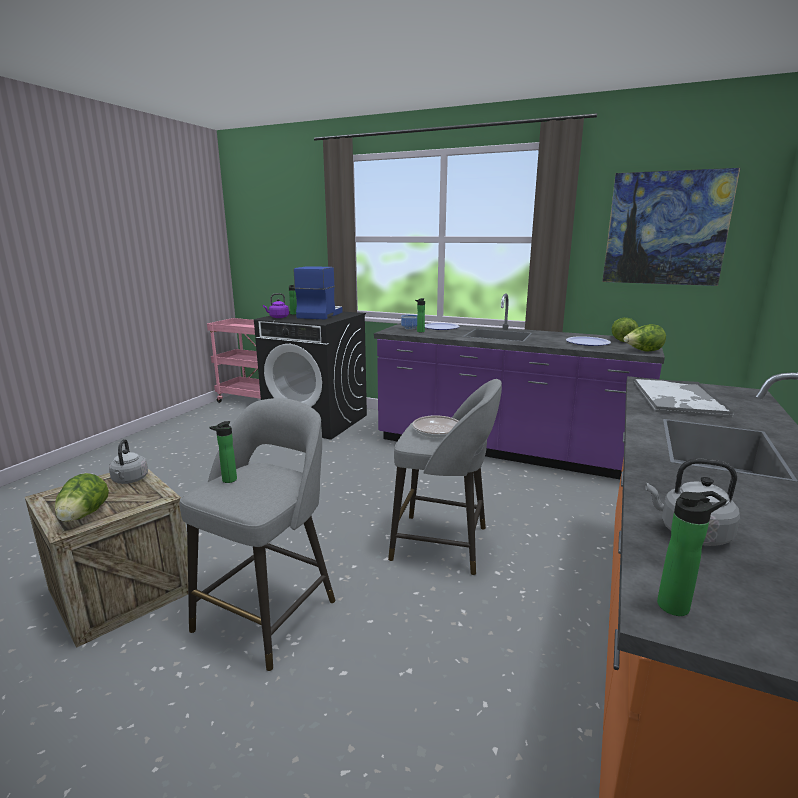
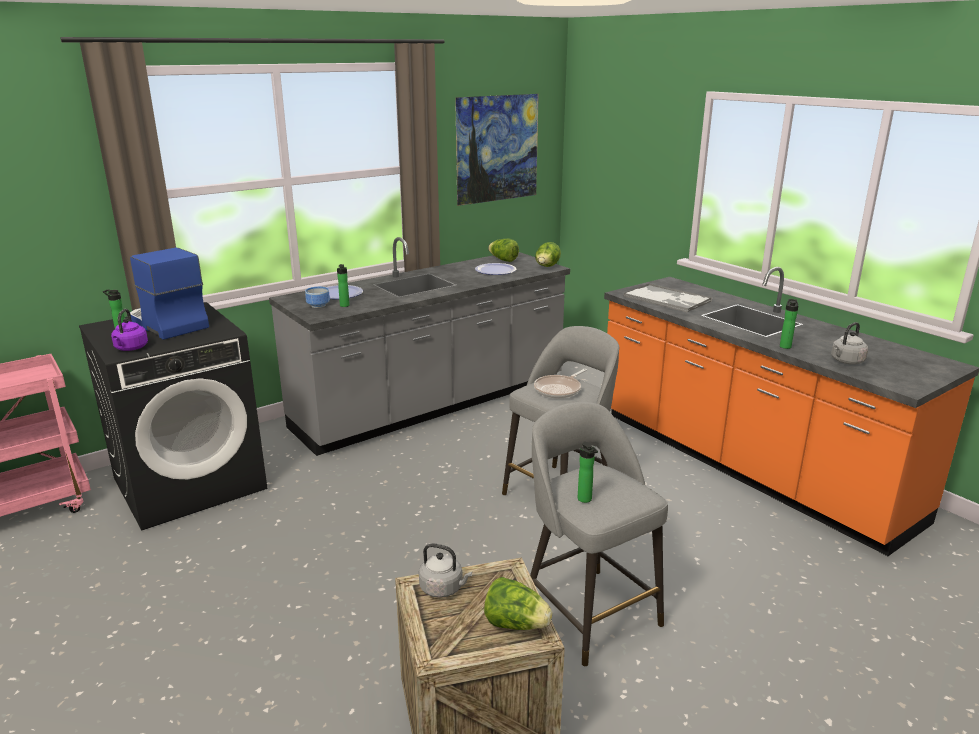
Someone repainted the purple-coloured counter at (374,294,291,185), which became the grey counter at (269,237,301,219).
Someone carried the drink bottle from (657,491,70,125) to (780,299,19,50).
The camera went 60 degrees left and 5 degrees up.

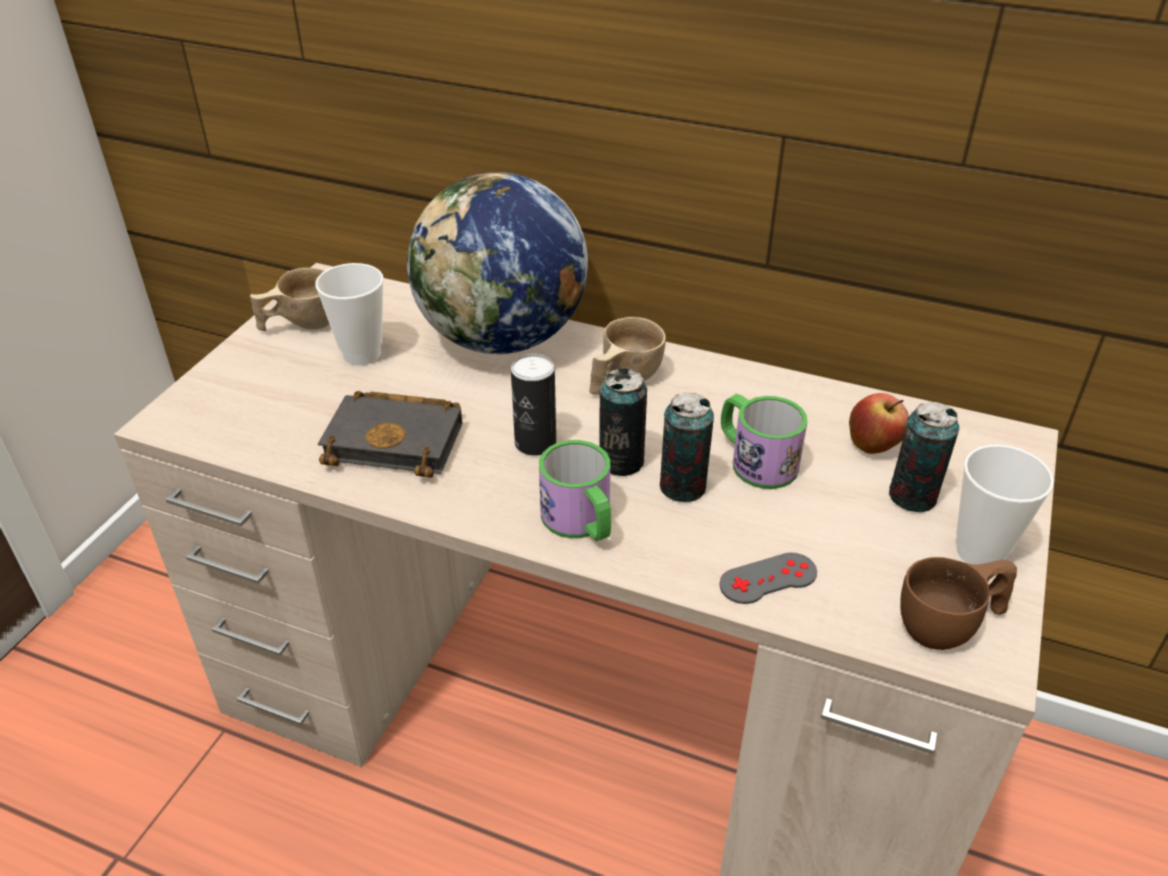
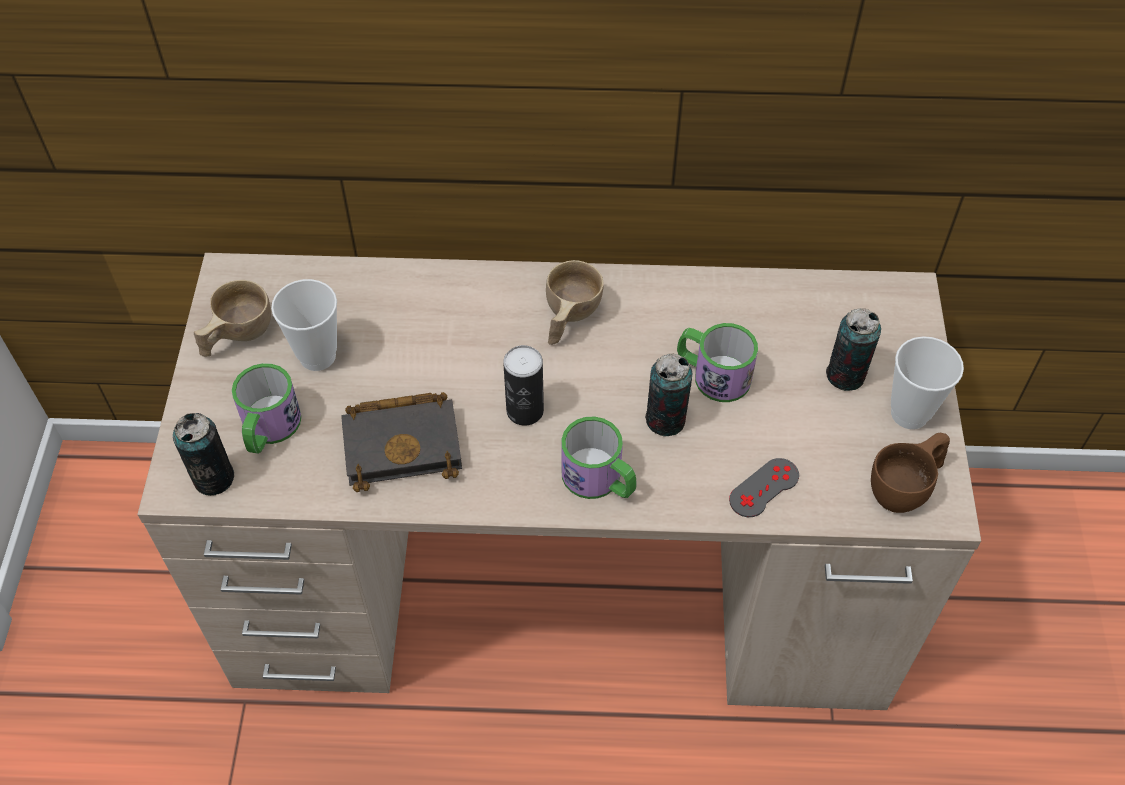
Someone took away the globe at (407,172,181,182).
Someone carried the can from (599,368,48,108) to (173,413,61,83).
Someone took away the apple fruit at (849,393,60,61).
Someone put down the coffee mug at (232,363,69,91).
The camera went 20 degrees left and 15 degrees up.

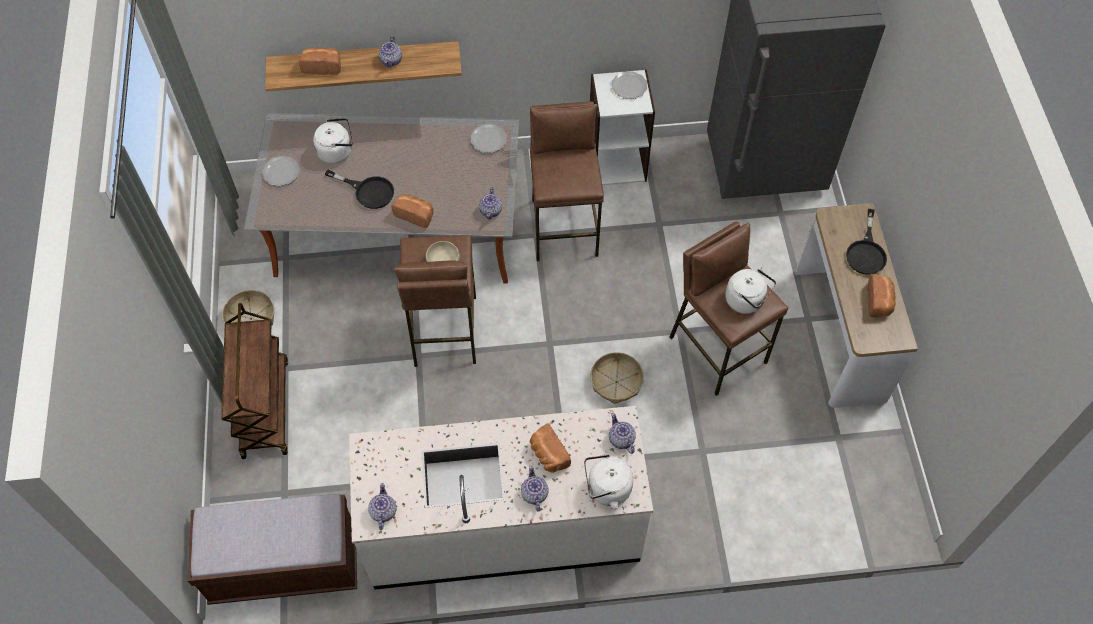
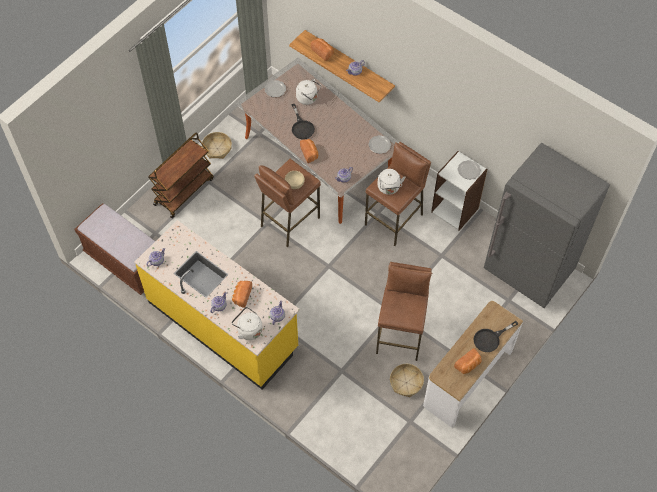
Someone carried the white-coloured water kettle from (725,267,51,47) to (377,169,29,26).
Someone carried the basket from (591,352,53,52) to (390,364,34,33).
Someone repainted the white-coloured counter at (349,406,304,184), which became the yellowish counter at (134,220,166,170).
The camera went 45 degrees right and 0 degrees up.

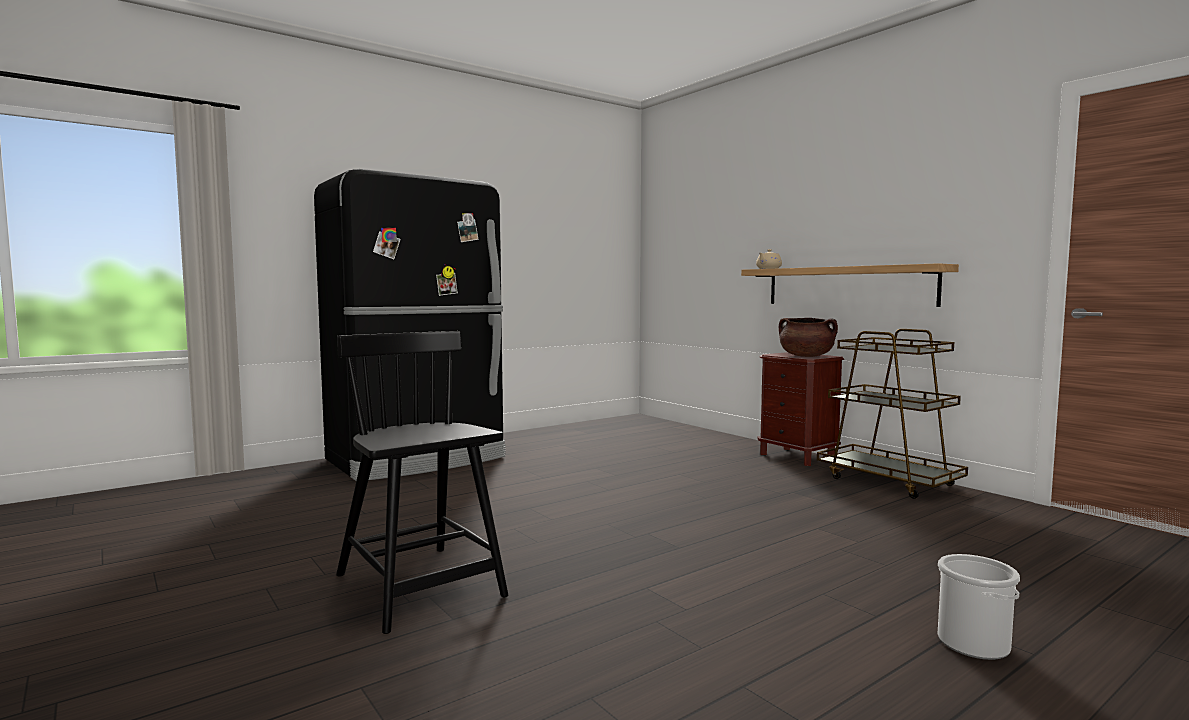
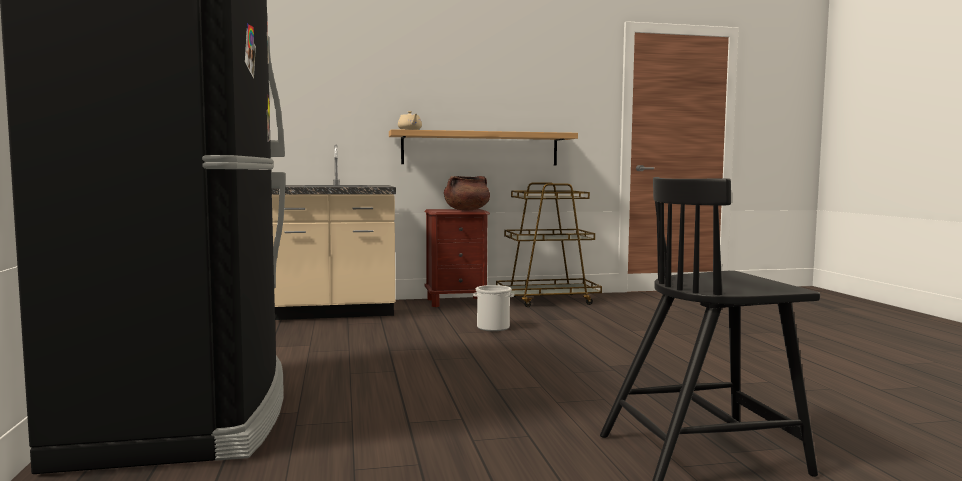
Someone carried the bucket from (938,554,82,106) to (473,285,41,46).
Someone put down the sand-coloured counter at (272,144,124,176).
The camera went 65 degrees left and 0 degrees up.

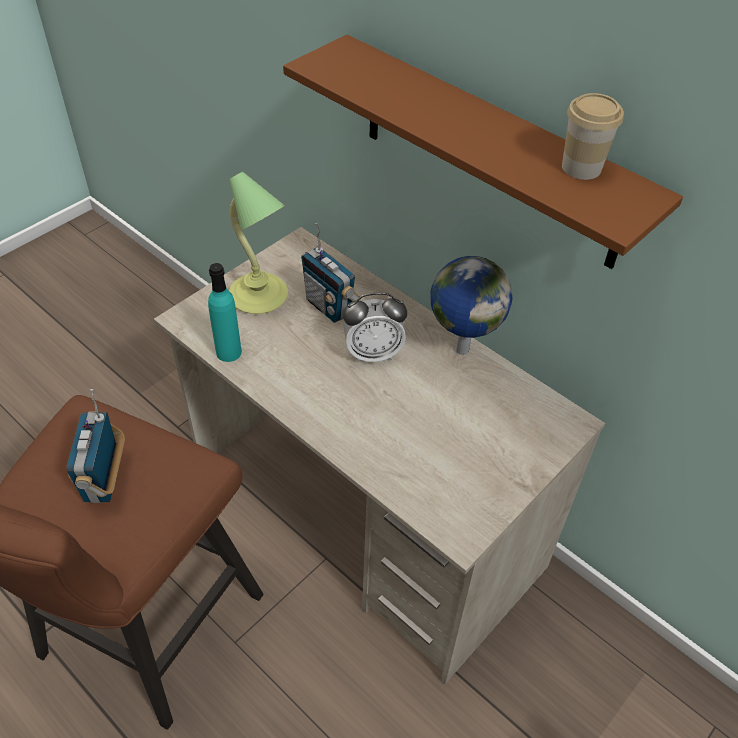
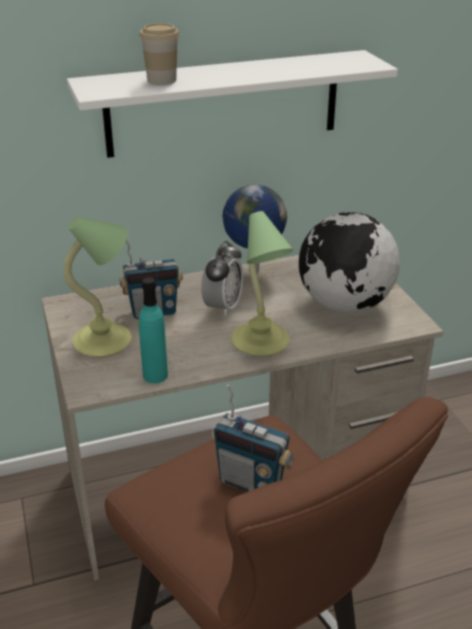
Someone repainted the brown wall shelf at (283,35,400,234), which became the white-coloured wall shelf at (67,50,331,108).
Someone carried the cup from (562,93,62,87) to (140,23,39,62).
Someone put down the lamp for a table at (231,211,62,145).
Someone put down the globe at (299,212,101,101).
The camera went 60 degrees left and 15 degrees down.

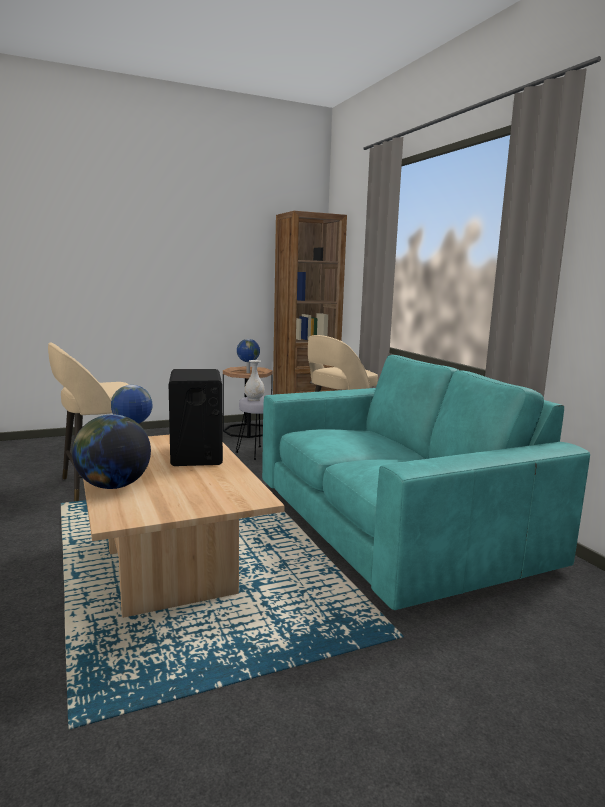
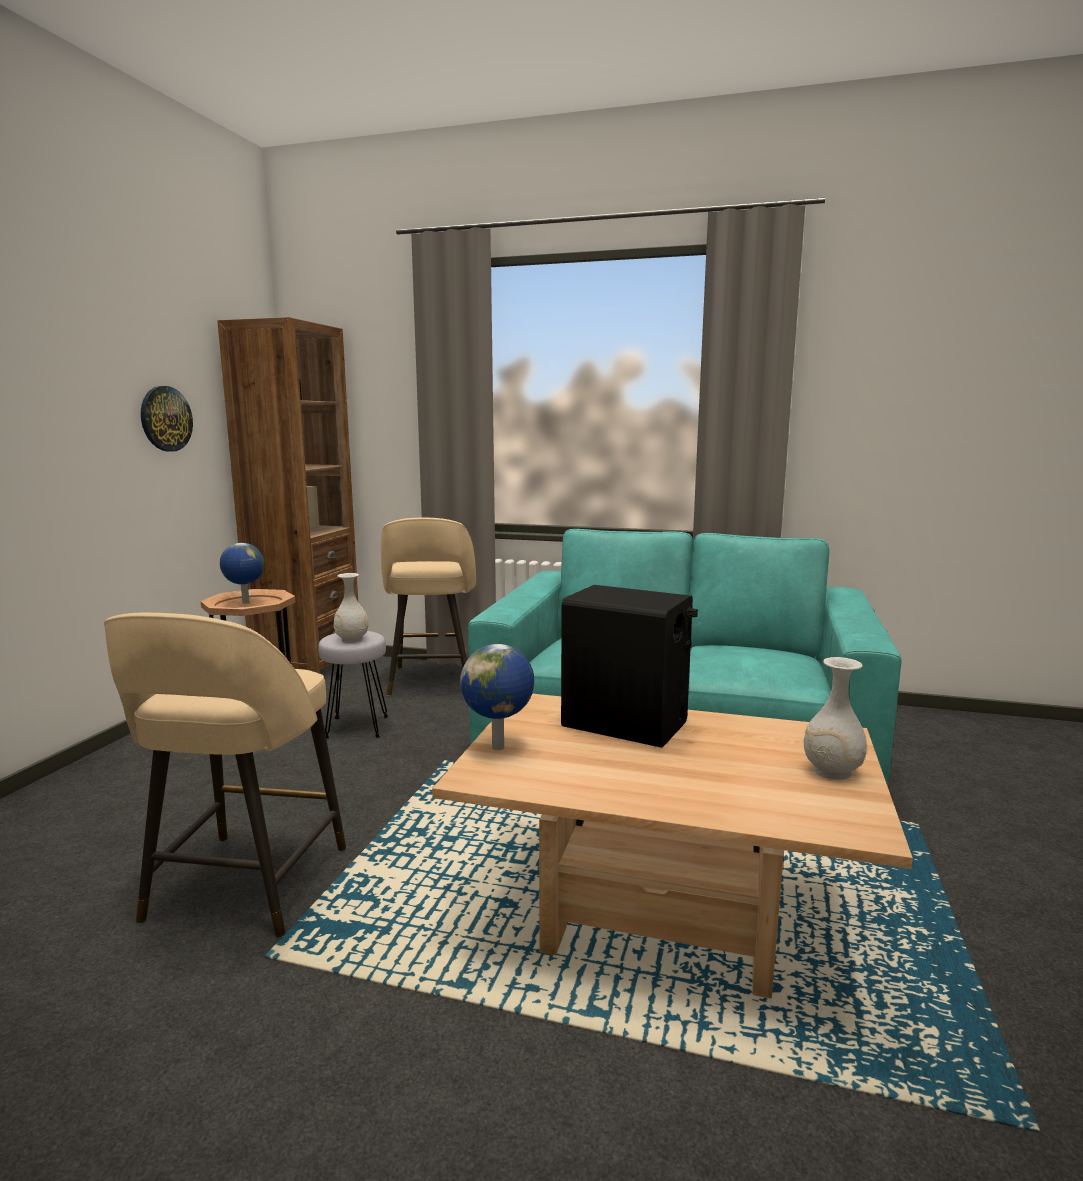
Someone took away the globe at (72,414,79,75).
Someone put up the clock on the wall at (141,386,52,66).
Someone put down the white-coloured decorative vase at (804,657,63,123).
The camera went 50 degrees left and 0 degrees up.

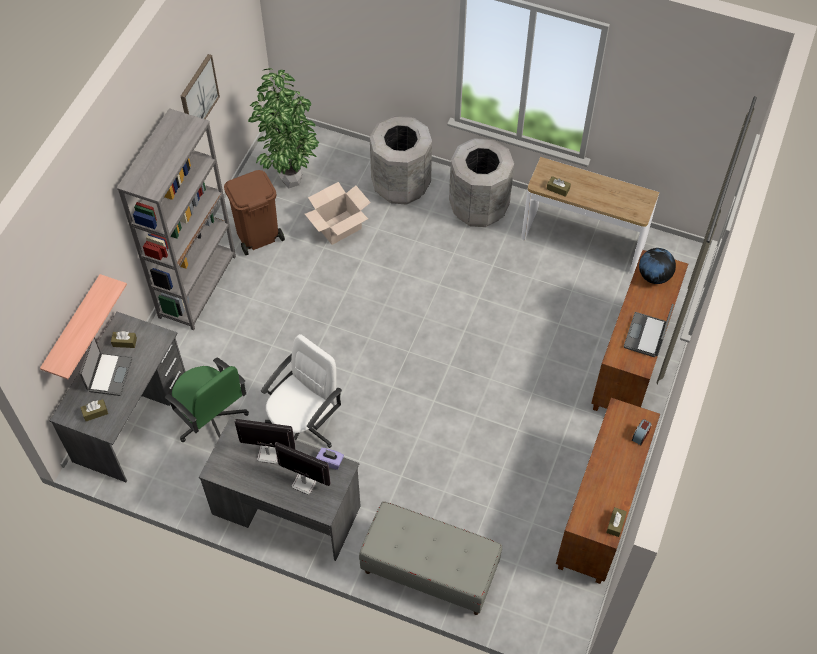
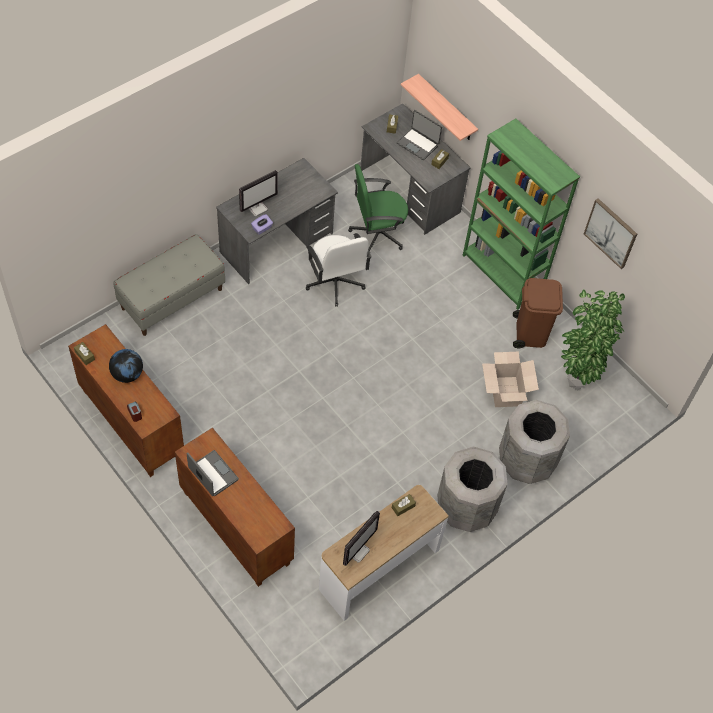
Someone repainted the grey bookcase at (117,108,119,222), which became the green bookcase at (463,119,117,191).
Someone carried the globe from (639,248,37,36) to (109,349,34,34).
Someone carried the computer screen from (235,419,61,45) to (343,511,37,55).
The camera went 115 degrees right and 0 degrees up.

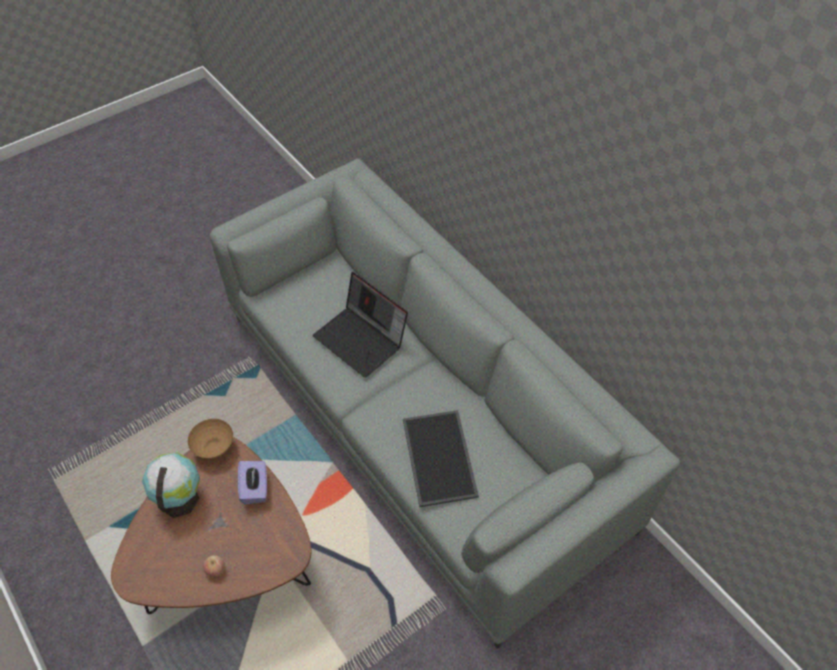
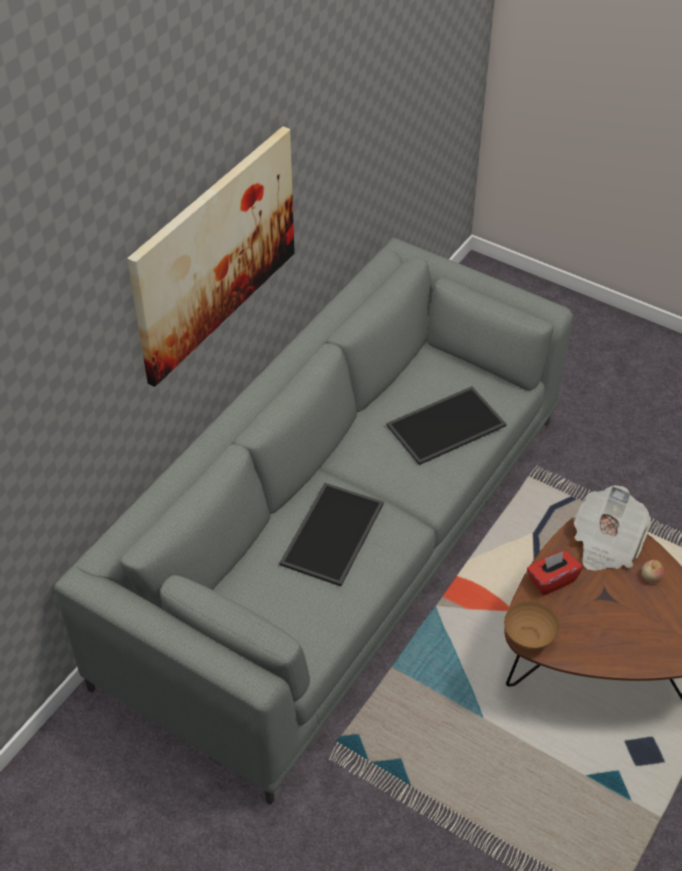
Someone swapped the laptop at (312,272,96,106) for the carrying tray at (279,483,105,103).
Someone took away the globe at (142,452,58,66).
Someone repainted the purple-coloured box of tissues at (238,461,29,44), which became the red box of tissues at (527,550,56,45).
Someone put up the wall picture at (127,126,168,261).
Someone put down the daily paper at (573,485,78,85).
The camera went 110 degrees left and 5 degrees down.

